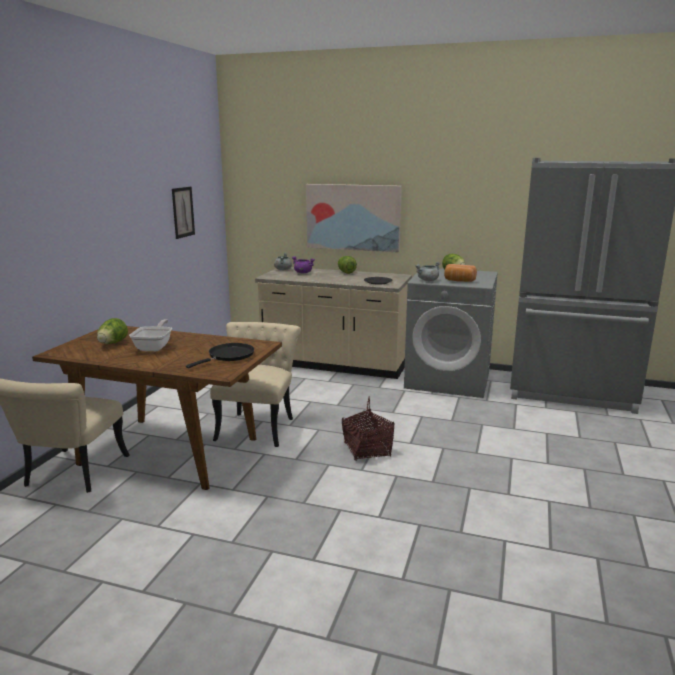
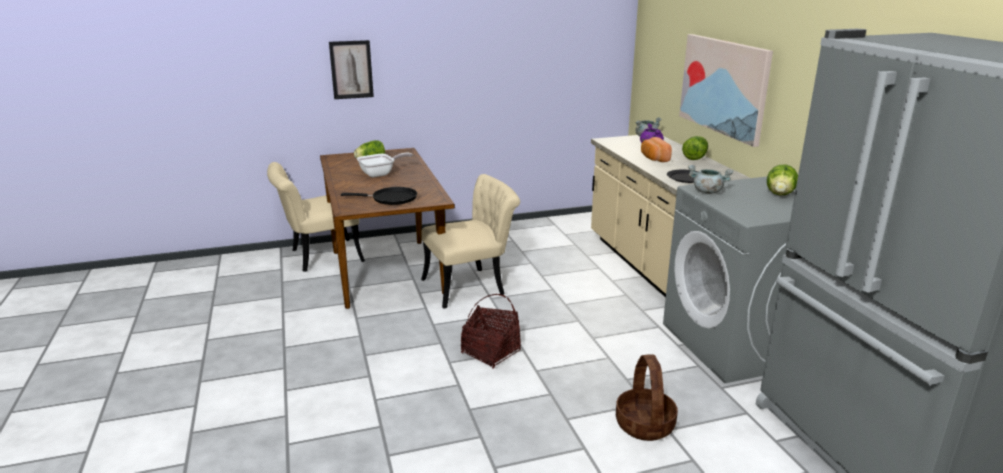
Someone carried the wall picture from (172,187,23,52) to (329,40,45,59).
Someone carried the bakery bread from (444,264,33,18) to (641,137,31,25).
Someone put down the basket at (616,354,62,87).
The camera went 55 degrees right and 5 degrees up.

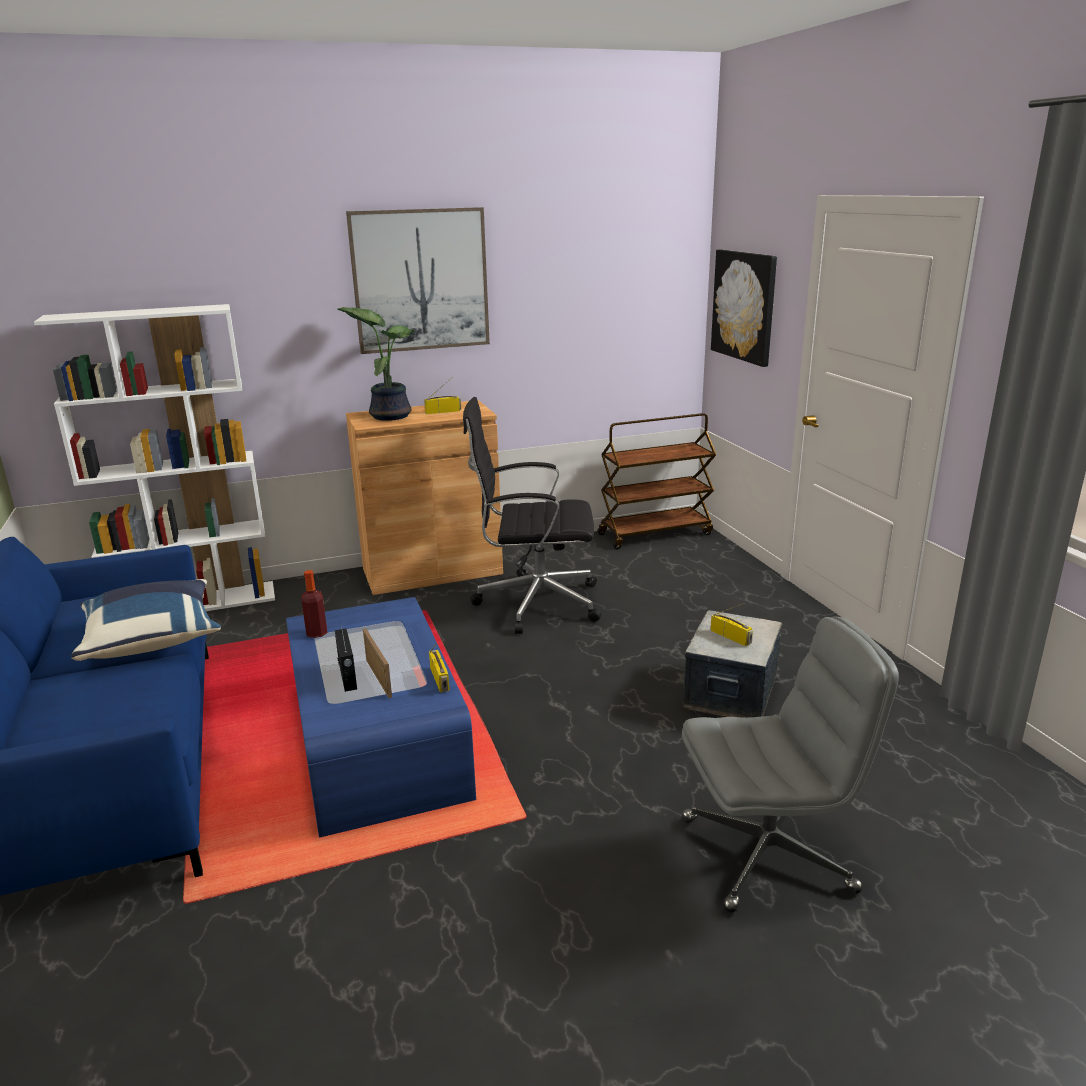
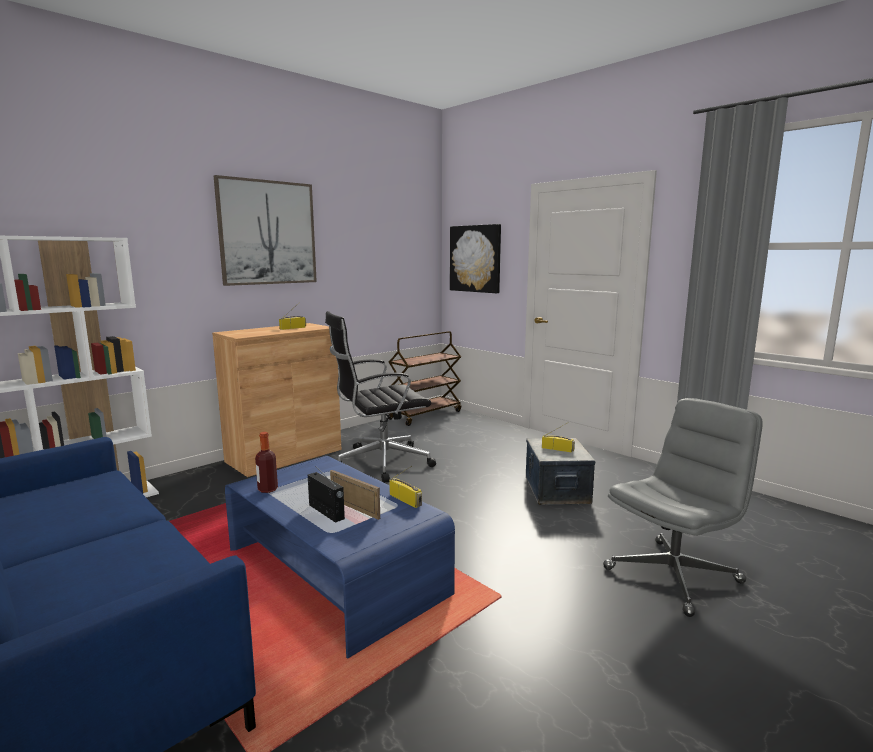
Someone took away the plant in a pot at (337,307,77,114).
Someone took away the blue cushion at (71,579,150,82).
The camera went 25 degrees left and 10 degrees down.

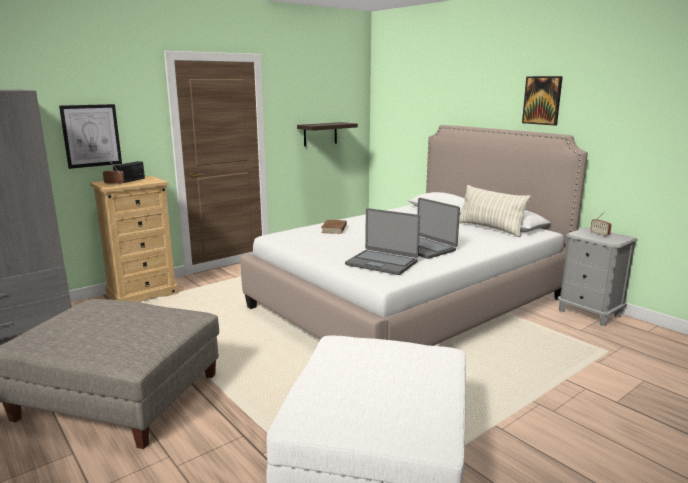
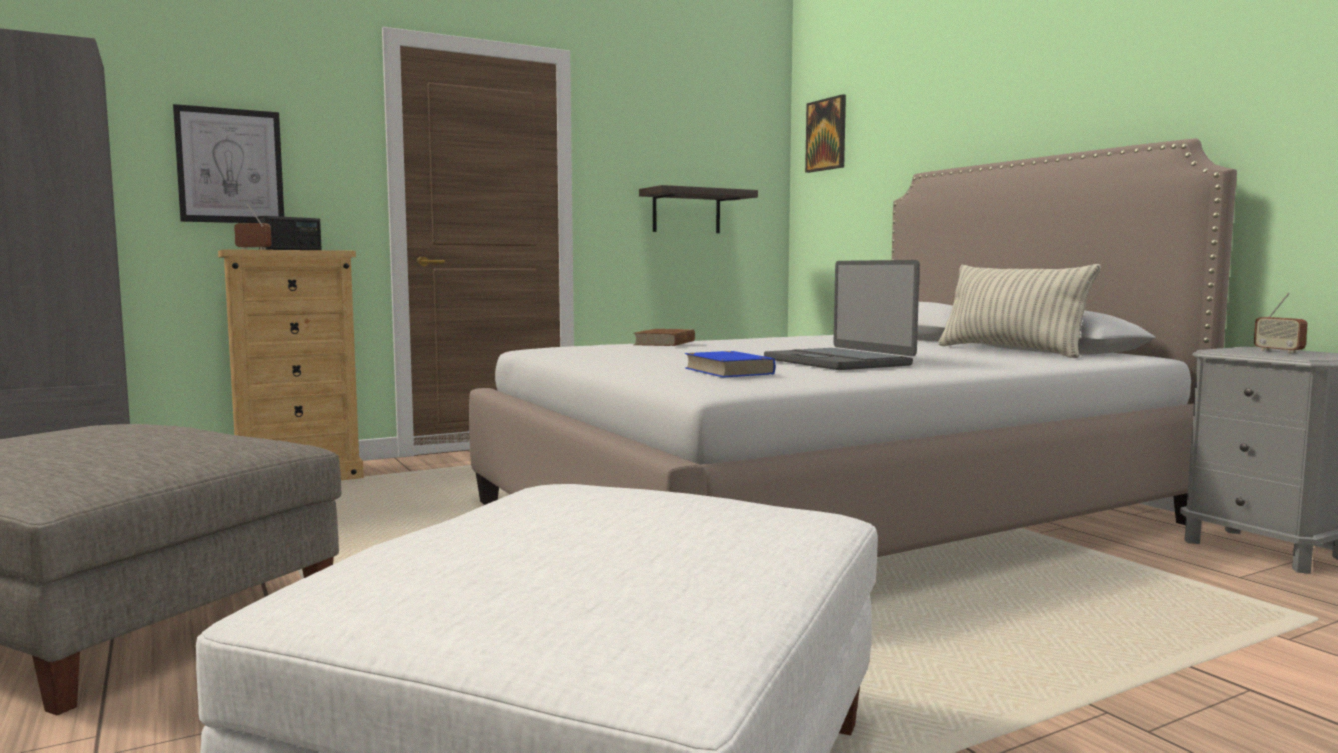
Someone carried the wall picture from (522,76,41,50) to (805,94,41,79).
Someone swapped the laptop at (345,208,75,67) for the blue book at (685,351,90,26).
The camera went 10 degrees right and 10 degrees down.

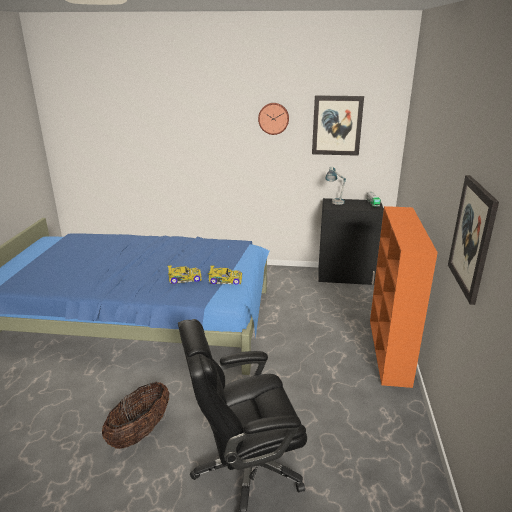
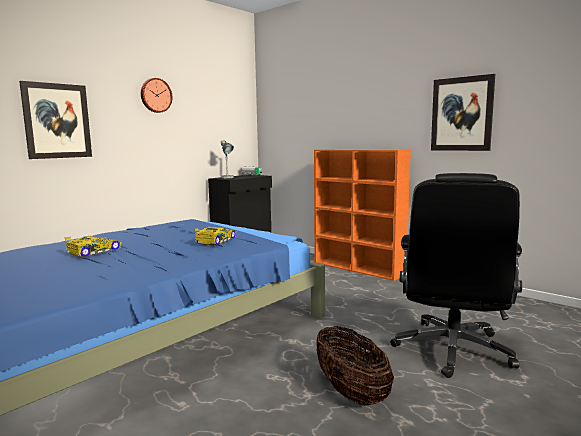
Someone carried the wall picture from (312,95,52,61) to (19,81,73,78).
Someone carried the toy car from (208,265,34,20) to (65,236,56,21).
The camera went 55 degrees left and 15 degrees down.

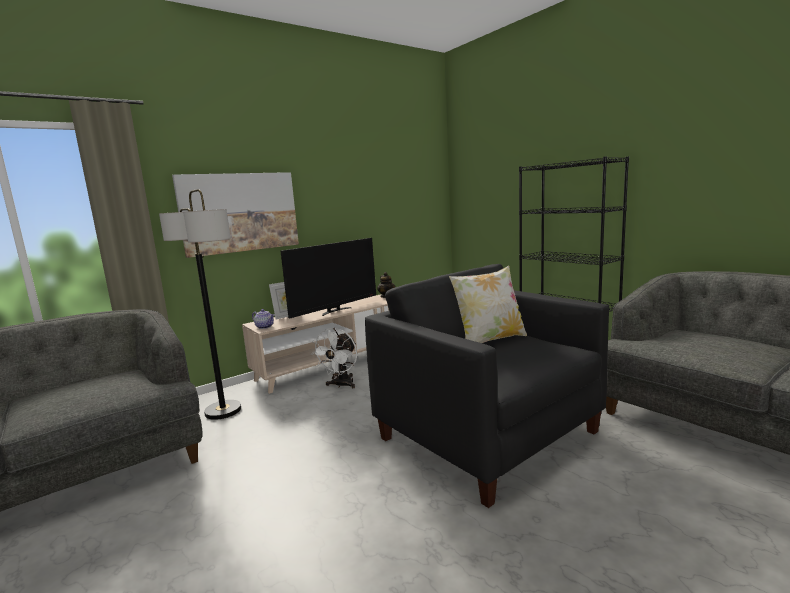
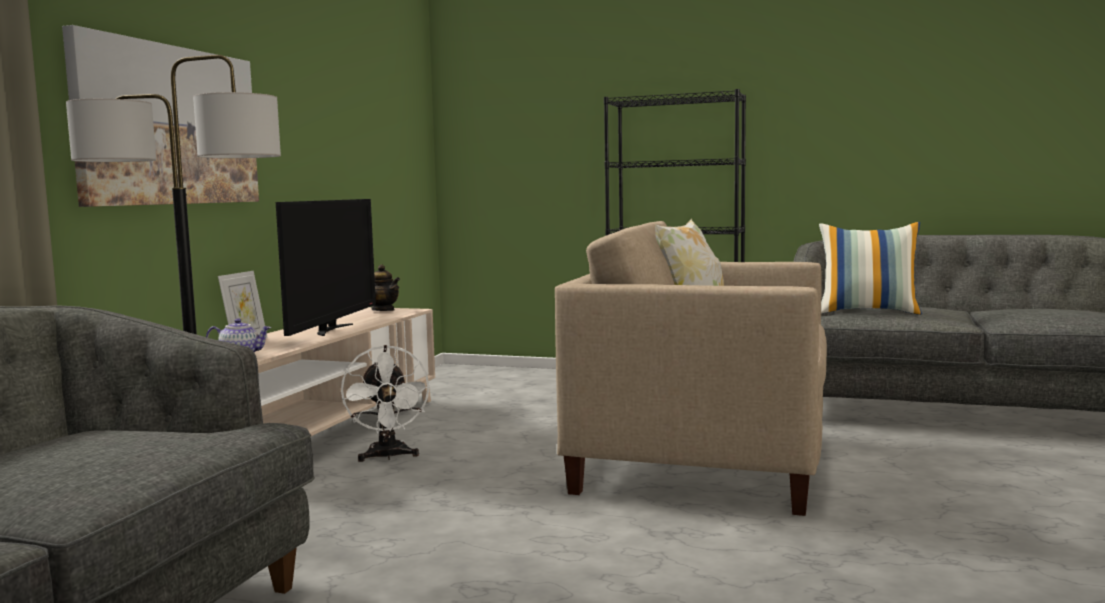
Someone repainted the black-coloured lounge chair at (365,264,244,244), which became the sand-coloured lounge chair at (555,221,272,295).
Someone put down the cushion at (819,222,103,93).
The camera went 35 degrees left and 5 degrees down.

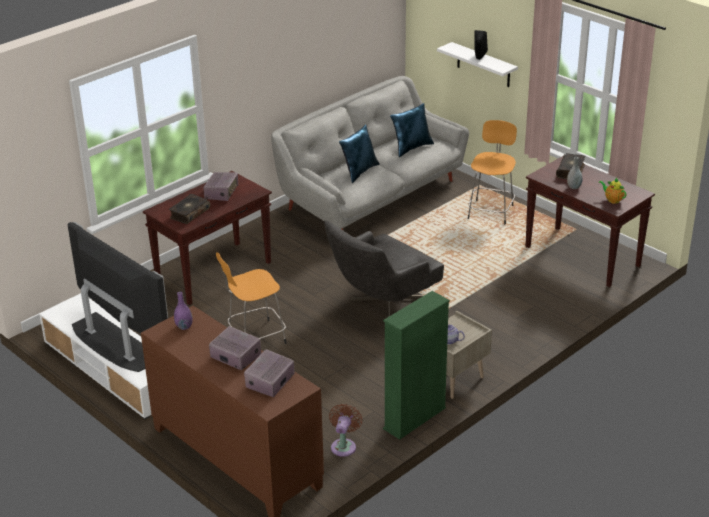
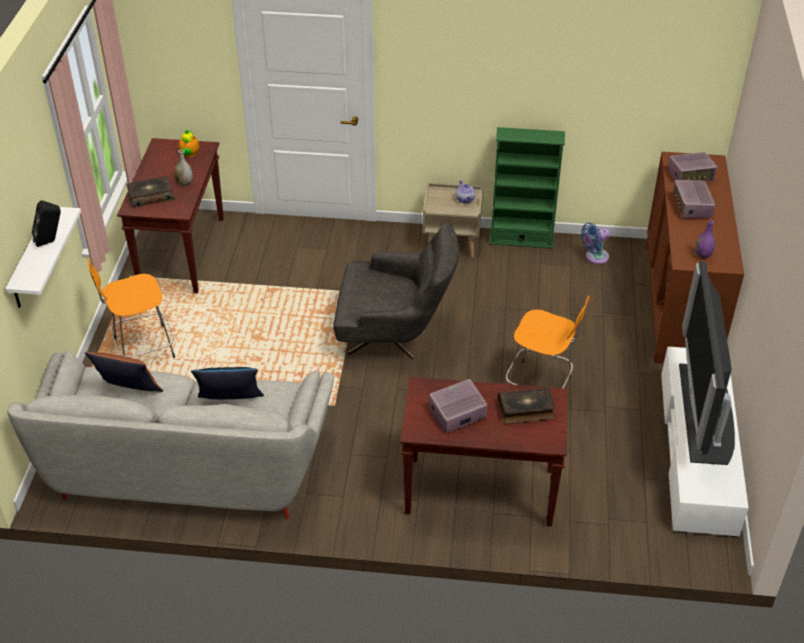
Someone repainted the blue cushion at (390,103,44,54), which became the brown cushion at (85,352,78,40).
Someone repainted the brown fan at (329,404,34,53), which became the blue fan at (581,223,29,41).
The camera went 130 degrees left and 10 degrees up.

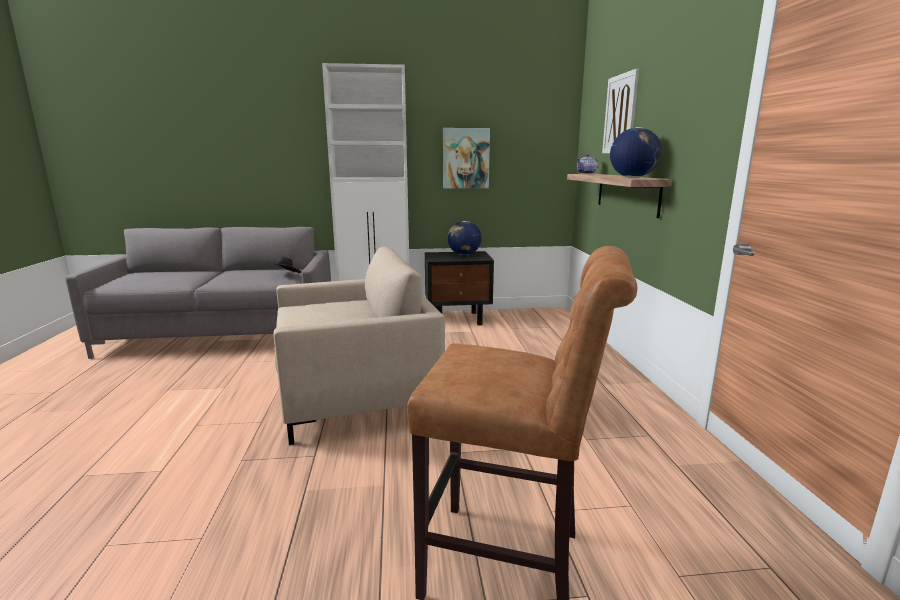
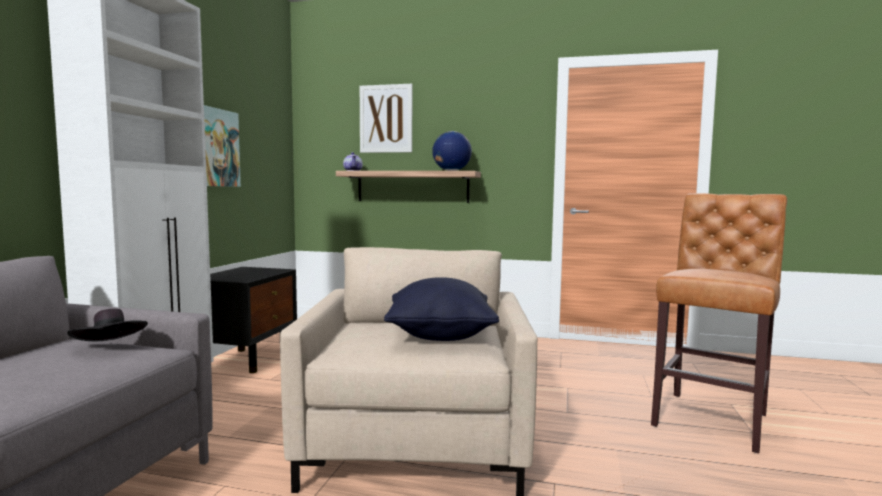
Someone took away the globe at (448,221,34,34).
Someone put down the black-coloured cushion at (384,277,115,64).
The camera went 70 degrees left and 10 degrees down.

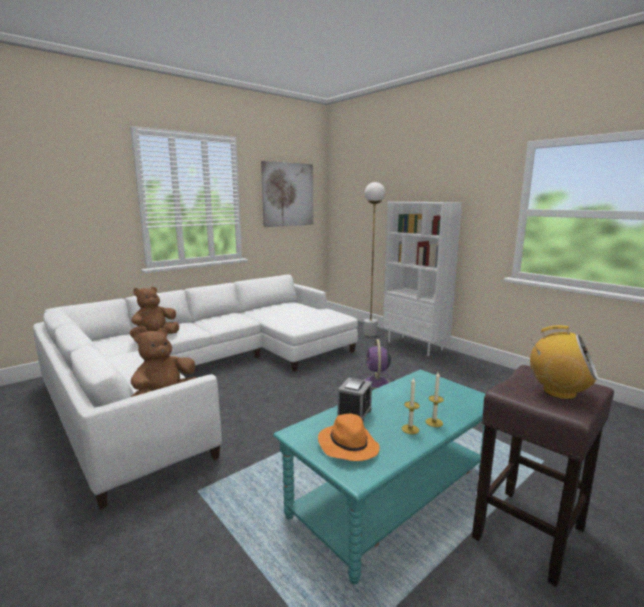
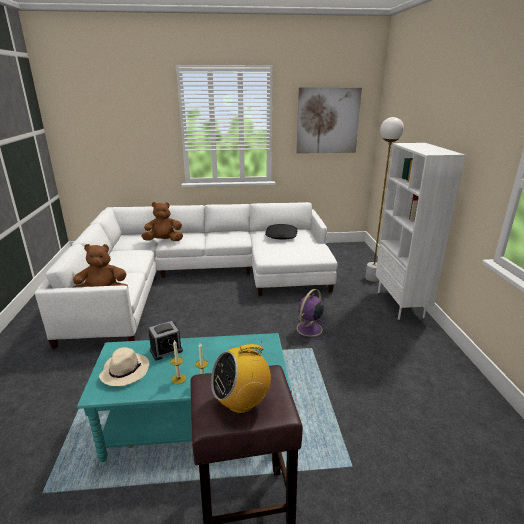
Someone rotated the radio receiver at (530,325,68,75) by 90 degrees clockwise.
Someone repainted the orange clothing hat at (318,414,62,47), which became the sand-coloured clothing hat at (99,347,50,39).
Someone put down the black-coloured cushion at (265,224,32,16).
The camera went 35 degrees right and 10 degrees up.

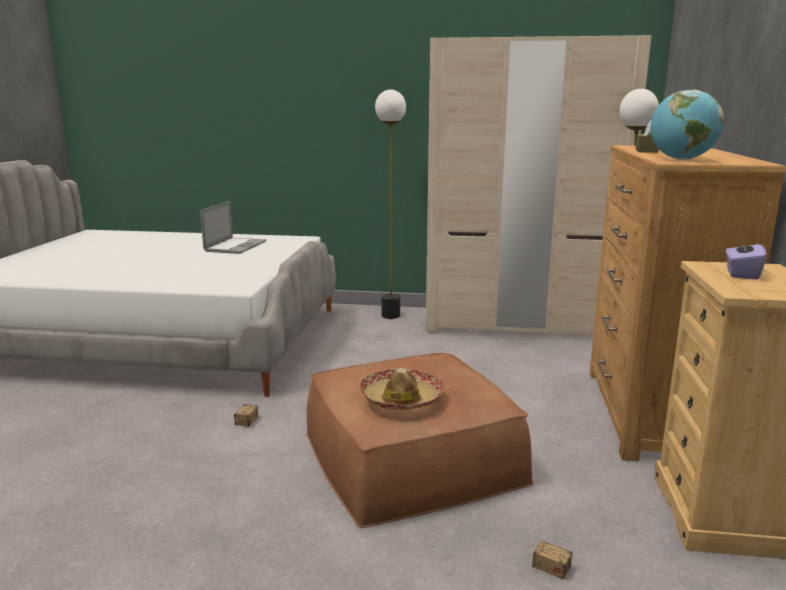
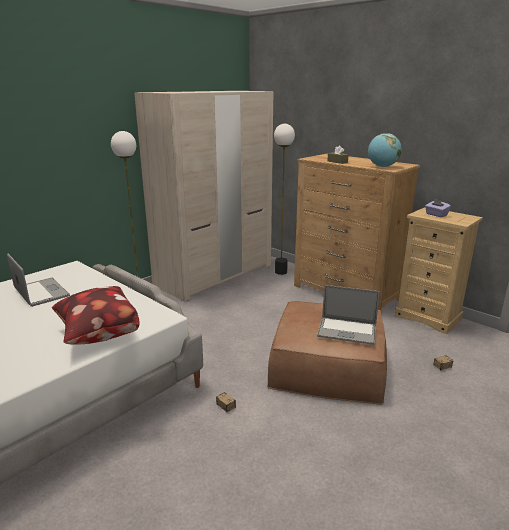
Someone swapped the clothing hat at (359,368,85,42) for the laptop at (317,285,63,60).
Someone put down the cushion at (52,286,88,59).
The camera went 55 degrees left and 5 degrees up.

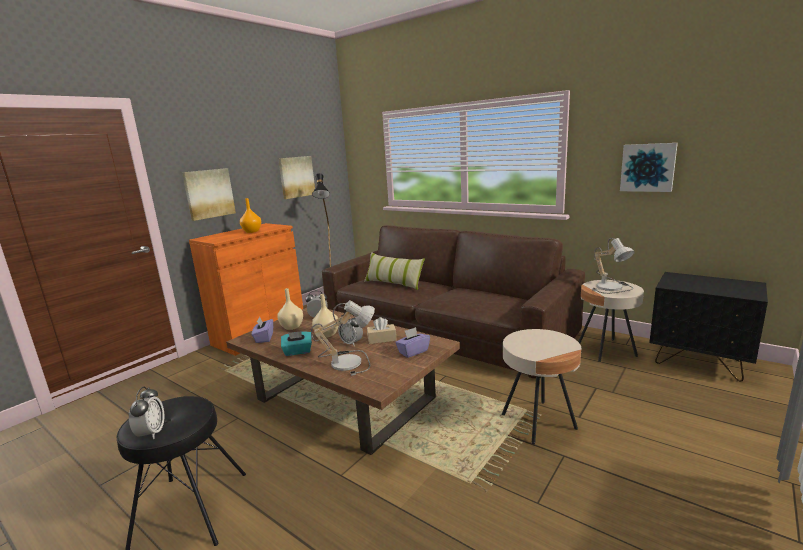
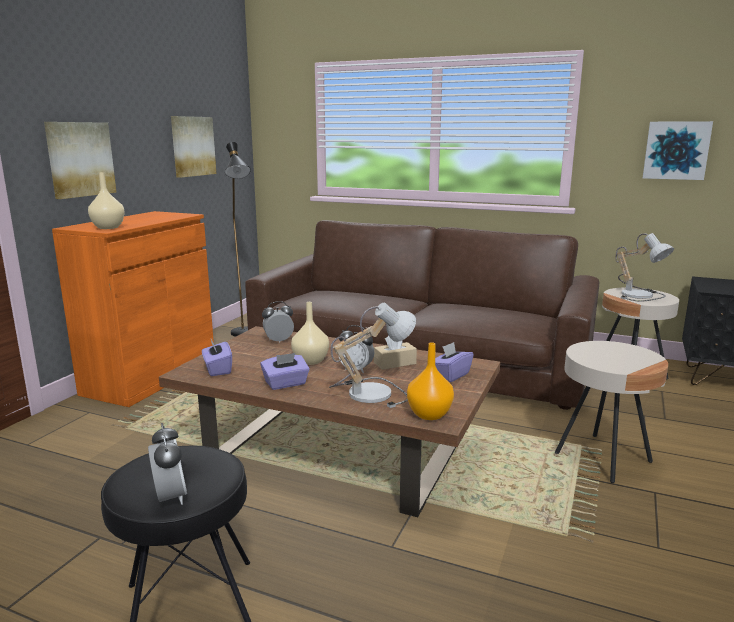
Someone carried the orange decorative vase from (240,198,21,35) to (407,342,47,78).
Someone took away the cushion at (364,252,61,38).
Someone carried the sand-coloured decorative vase from (277,288,26,42) to (88,172,37,57).
Someone repainted the blue-green box of tissues at (281,331,31,25), which became the purple-coloured box of tissues at (260,353,50,37).
The camera went 15 degrees left and 0 degrees up.

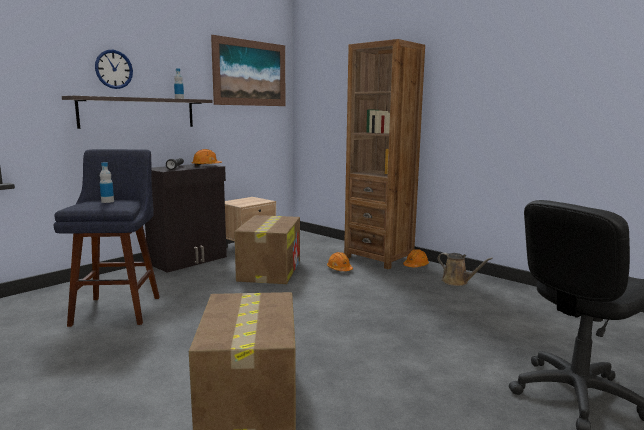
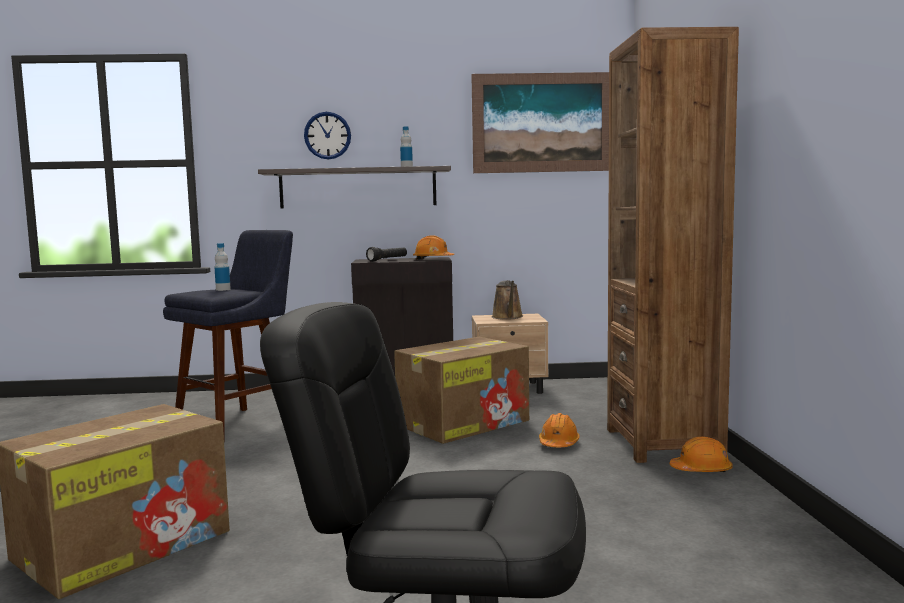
Someone carried the brown watering pot from (437,252,56,34) to (492,280,31,39).
The camera went 45 degrees right and 5 degrees down.

